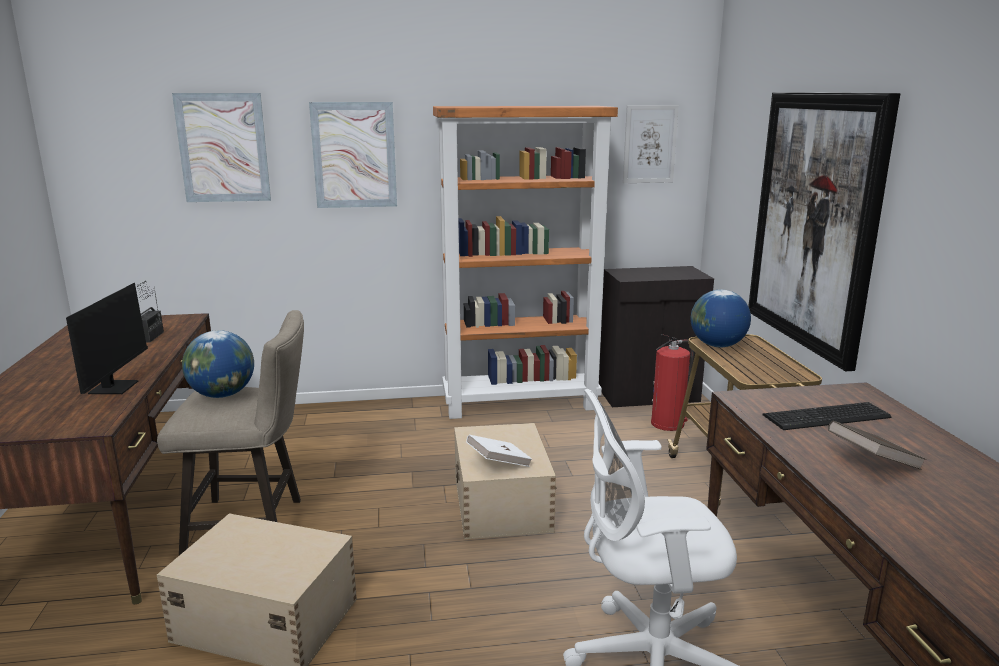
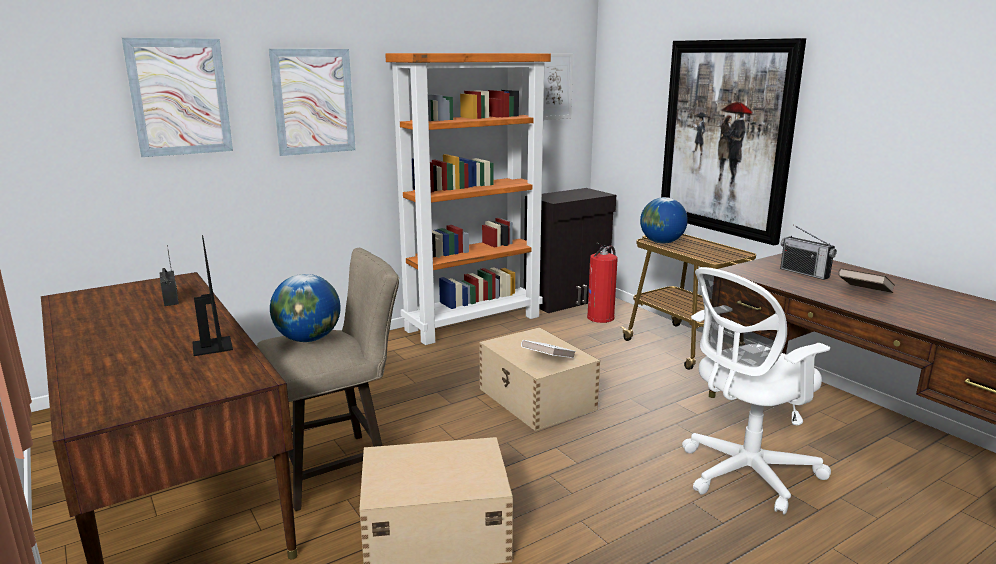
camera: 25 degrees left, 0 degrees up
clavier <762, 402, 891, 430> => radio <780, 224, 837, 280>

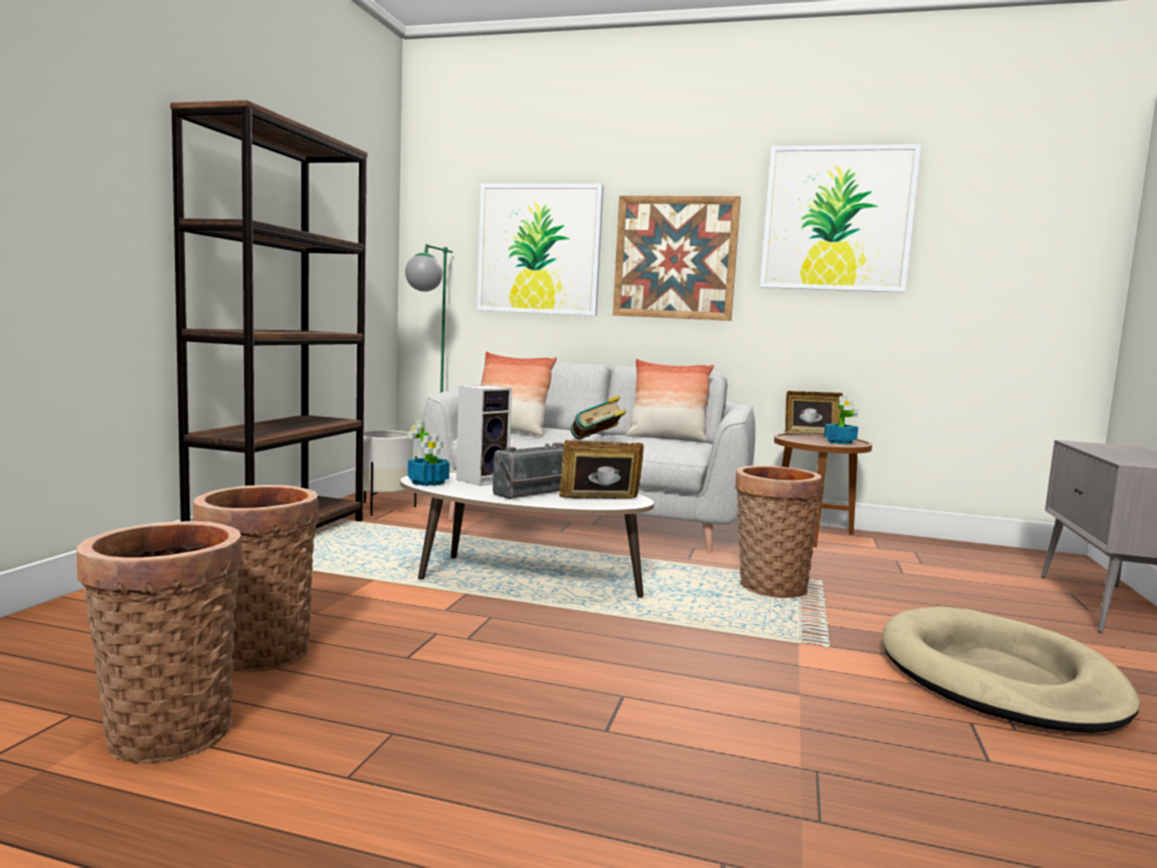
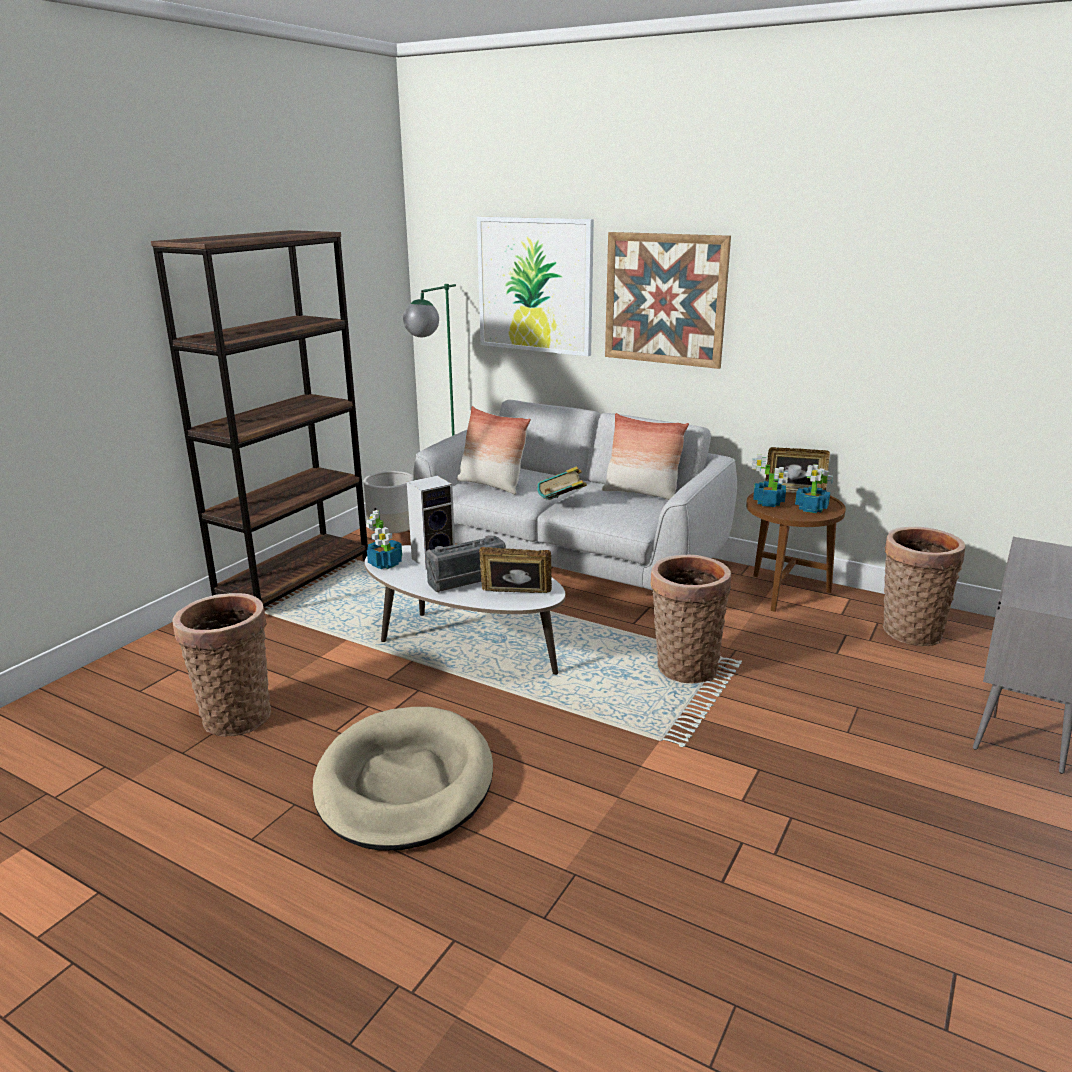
camera: 15 degrees right, 15 degrees up
tableau <760, 144, 921, 292> => nothing
panier <77, 521, 243, 763> => panier <883, 527, 966, 646>, shifted
panier pour chien (beige) <882, 606, 1140, 733> => panier pour chien (beige) <313, 707, 493, 850>, shifted
nothing => plante en pot <752, 454, 788, 507>

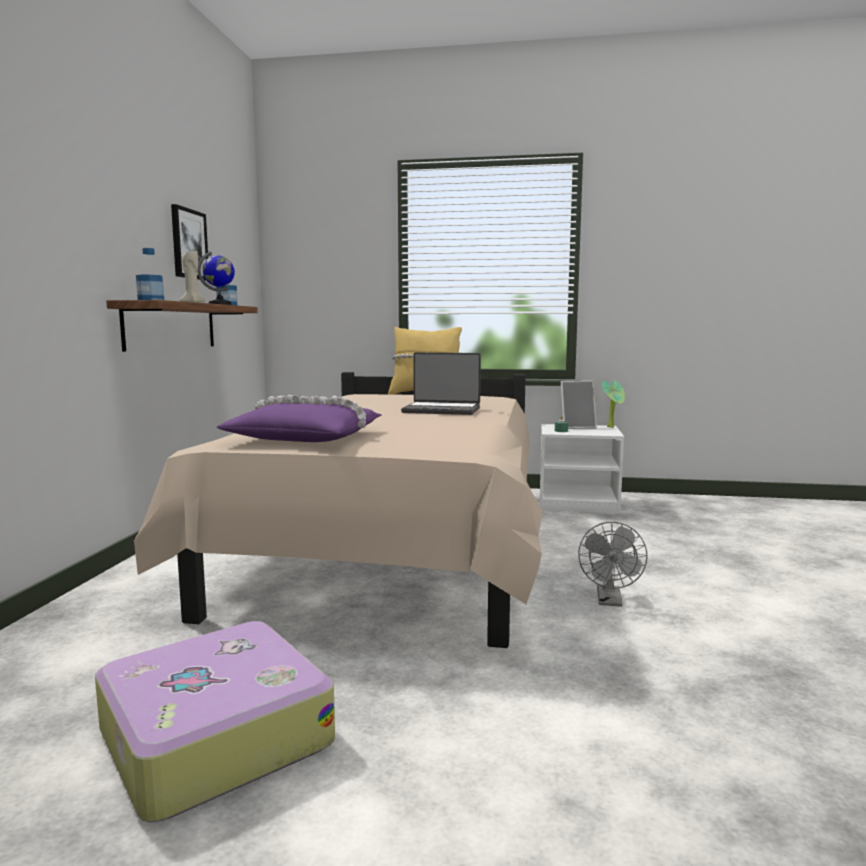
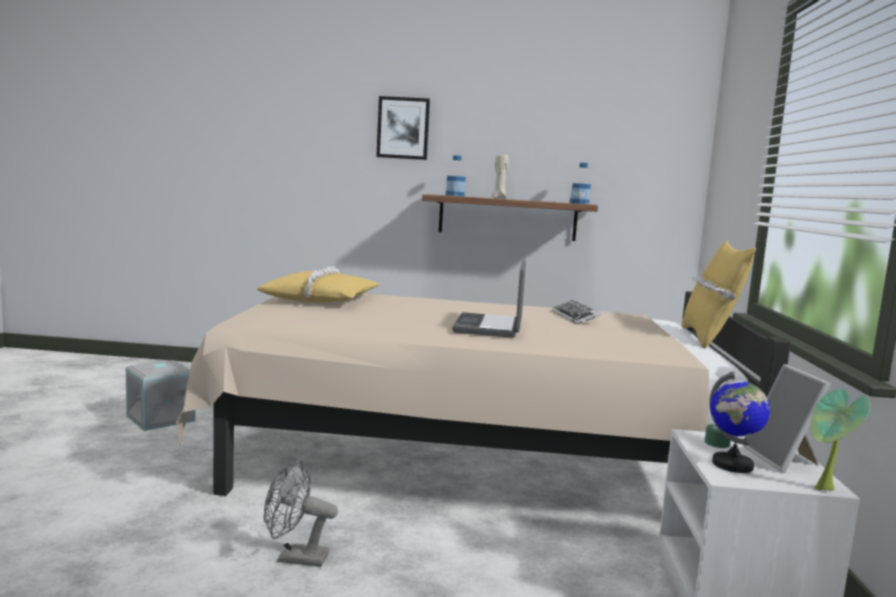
camera: 85 degrees right, 0 degrees up
tableau <171, 204, 208, 281> => tableau <376, 96, 430, 160>, shifted
globe <198, 251, 235, 305> => globe <709, 371, 770, 473>, shifted
coussin (violet) <217, 395, 381, 442> => coussin (jaune) <257, 266, 380, 303>
valise <95, 621, 335, 822> => boîte de rangement (gris) <126, 360, 196, 431>
nothing => clavier <552, 300, 601, 324>

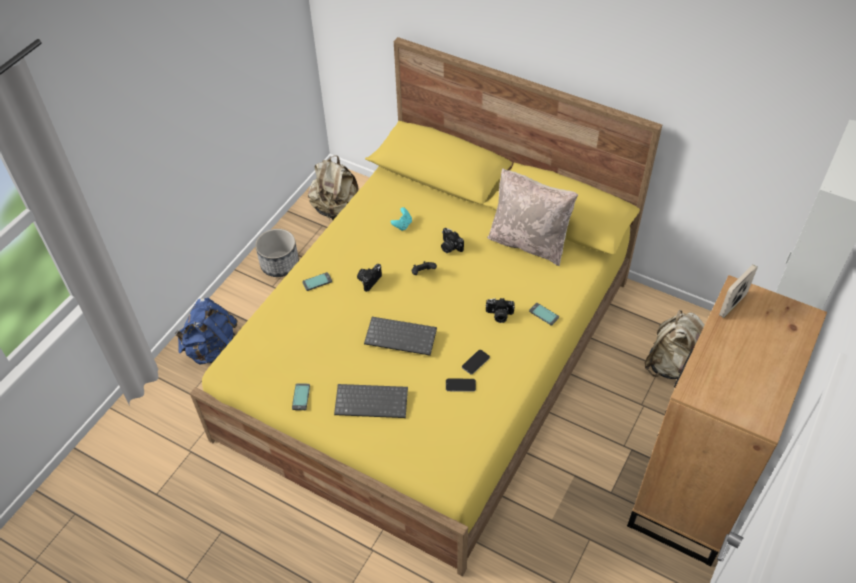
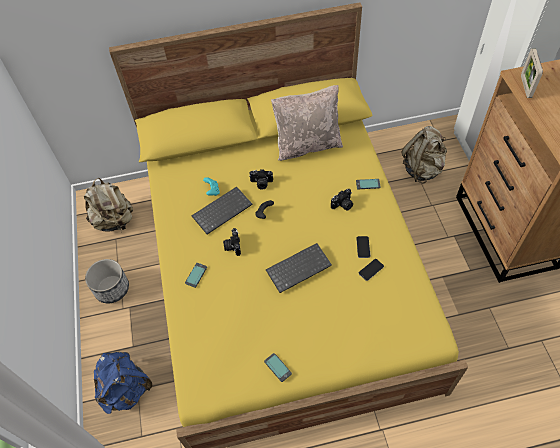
camera: 40 degrees left, 5 degrees up
clavier <334, 384, 408, 418> => clavier <192, 187, 252, 235>, shifted

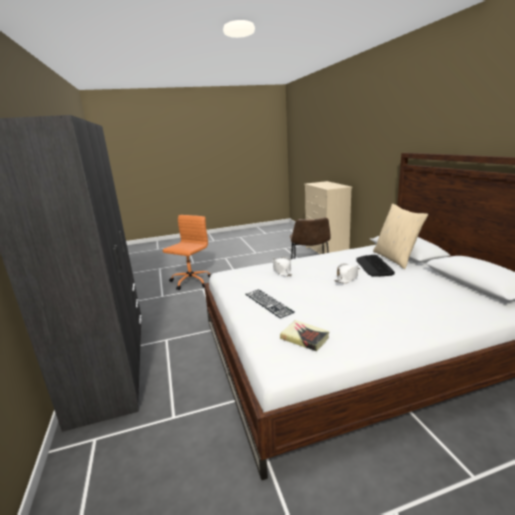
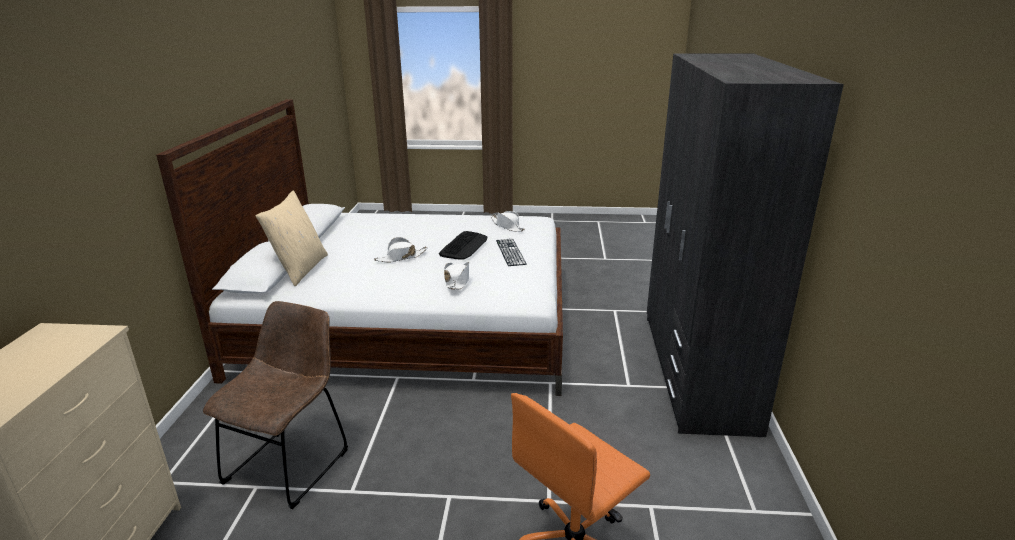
camera: 160 degrees left, 5 degrees up
clavier <357, 255, 395, 277> => clavier <439, 231, 488, 260>, shifted
livre <280, 320, 329, 351> => chapeau (blanc) <491, 211, 525, 232>

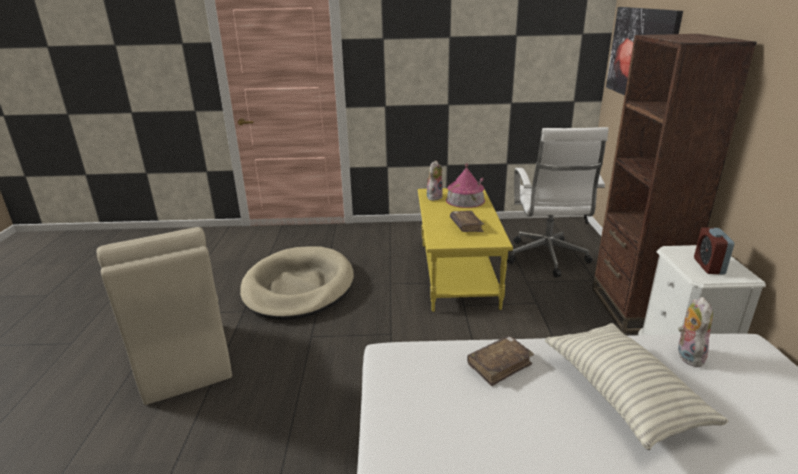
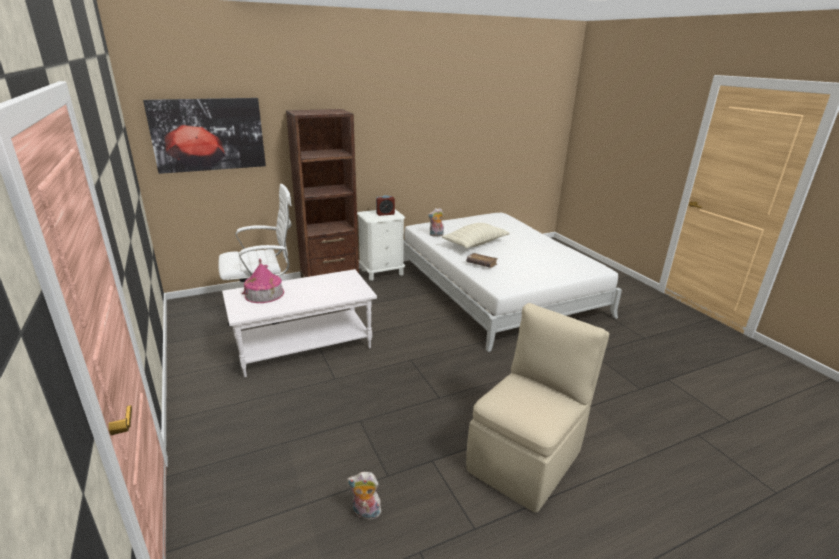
camera: 115 degrees left, 0 degrees up
peluche <426, 161, 443, 201> => peluche <347, 472, 383, 520>, shifted
table basse (jaune) <418, 188, 513, 312> => table basse (blanc) <222, 269, 377, 377>
livre (marron) <450, 211, 484, 232> => nothing
panier pour chien (beige) <240, 246, 354, 320> => nothing

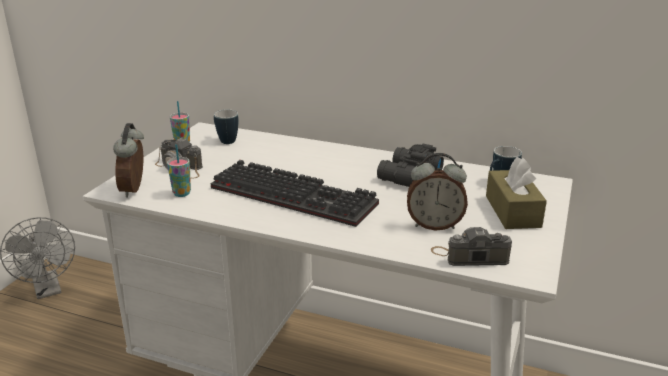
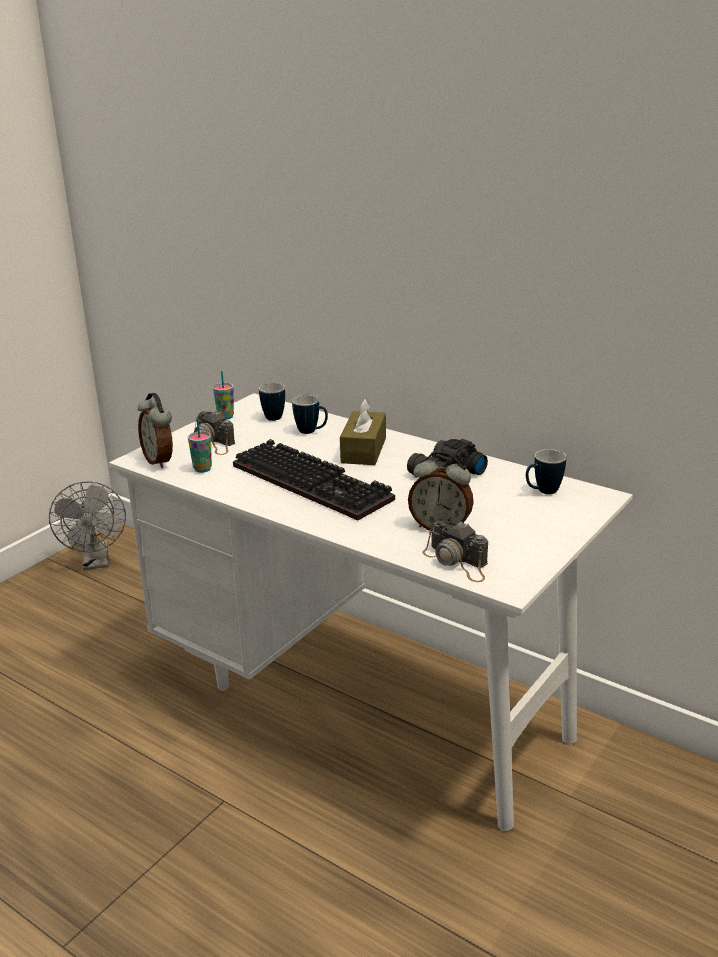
camera: 15 degrees right, 0 degrees up
réveil <113, 123, 144, 198> => réveil <138, 393, 173, 468>, 45 degrees counterclockwise
boîte à mouchoirs (marron) <486, 157, 547, 229> => boîte à mouchoirs (marron) <340, 398, 386, 465>, shifted
appareil photo <431, 227, 512, 266> => appareil photo <422, 521, 488, 582>, 150 degrees counterclockwise
nothing => mug <292, 395, 328, 434>

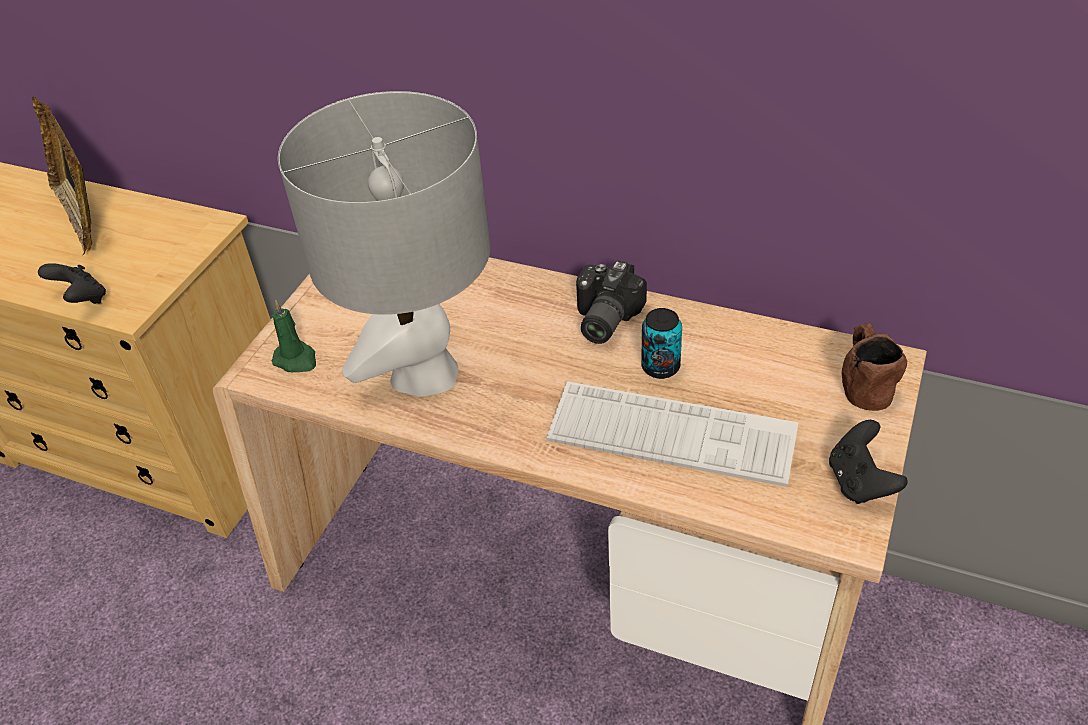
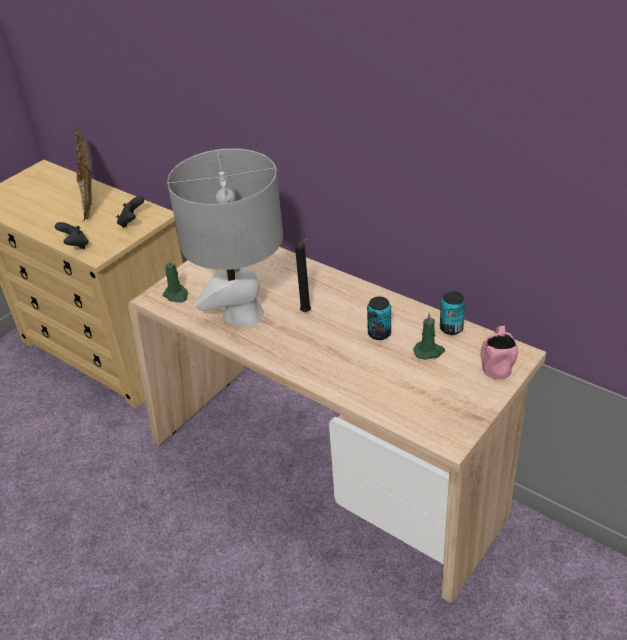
camera: 15 degrees right, 5 degrees down
appareil photo <576, 260, 647, 344> => nothing
mug (marron) <842, 322, 907, 411> => mug (rose) <481, 326, 518, 380>
clavier <546, 381, 799, 487> => nothing
manette (noir) <829, 420, 908, 504> => manette (noir) <116, 196, 144, 228>, shifted
nothing => bougie (noir) <295, 239, 311, 312>
nothing => boîte métallique <440, 291, 465, 335>
nothing => bougie (vert) <413, 312, 445, 360>

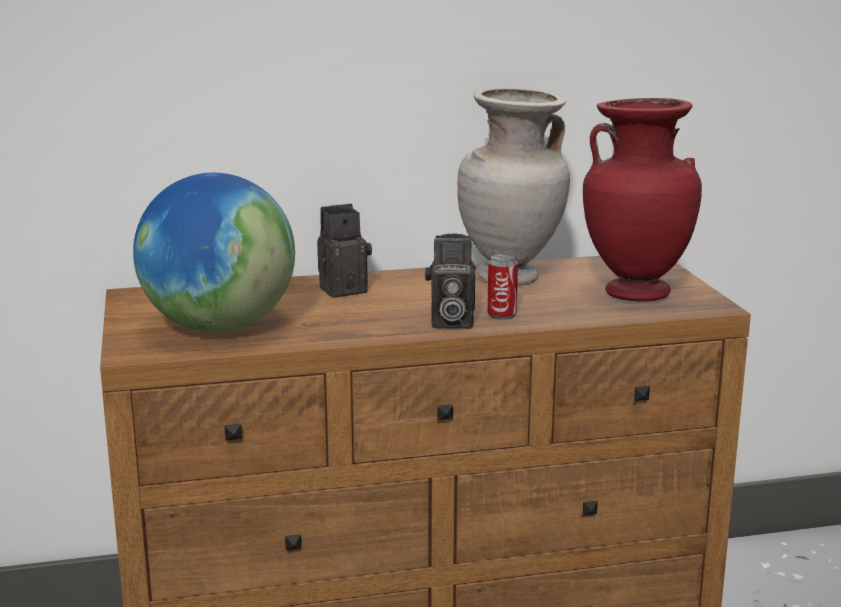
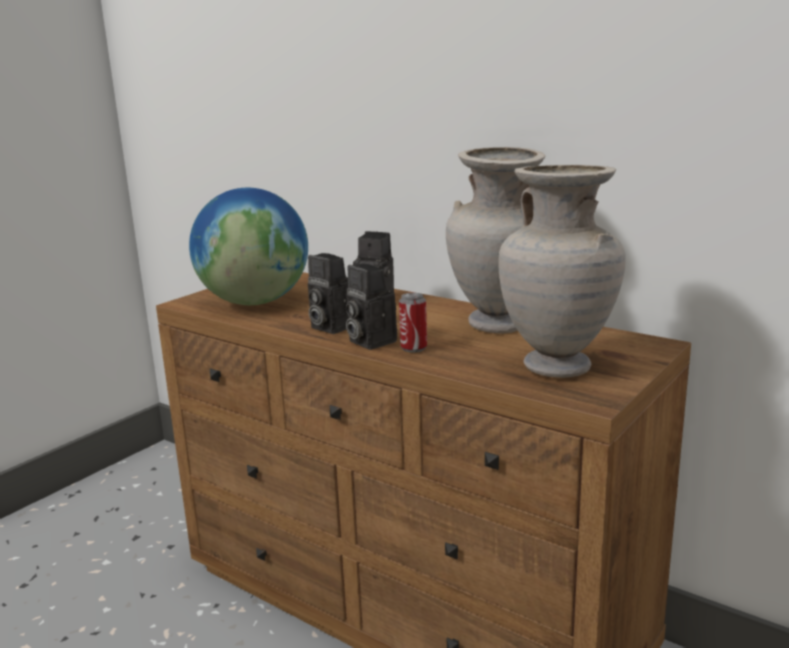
camera: 50 degrees right, 0 degrees up
vase (rouge) <583, 98, 702, 302> => vase (beige) <498, 165, 626, 378>
nothing => appareil photo <308, 253, 348, 334>

